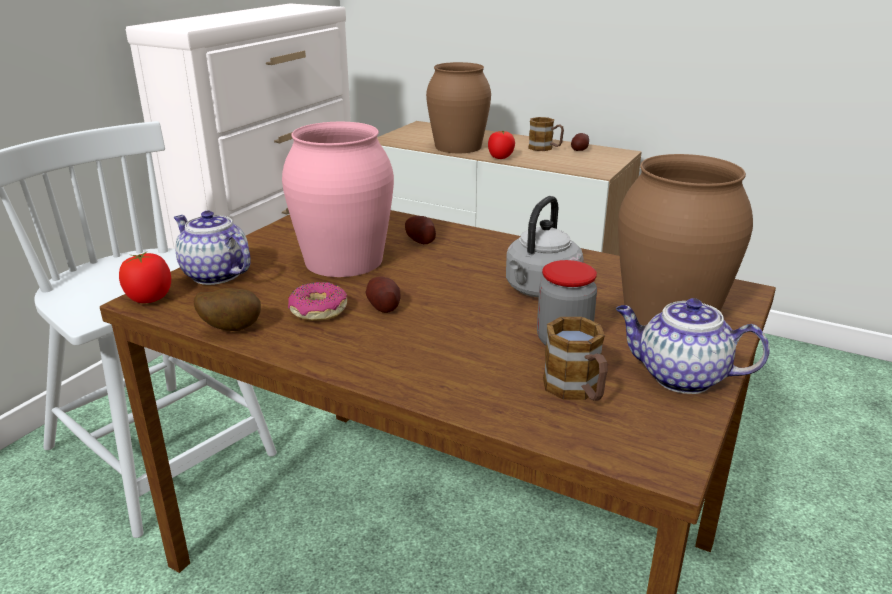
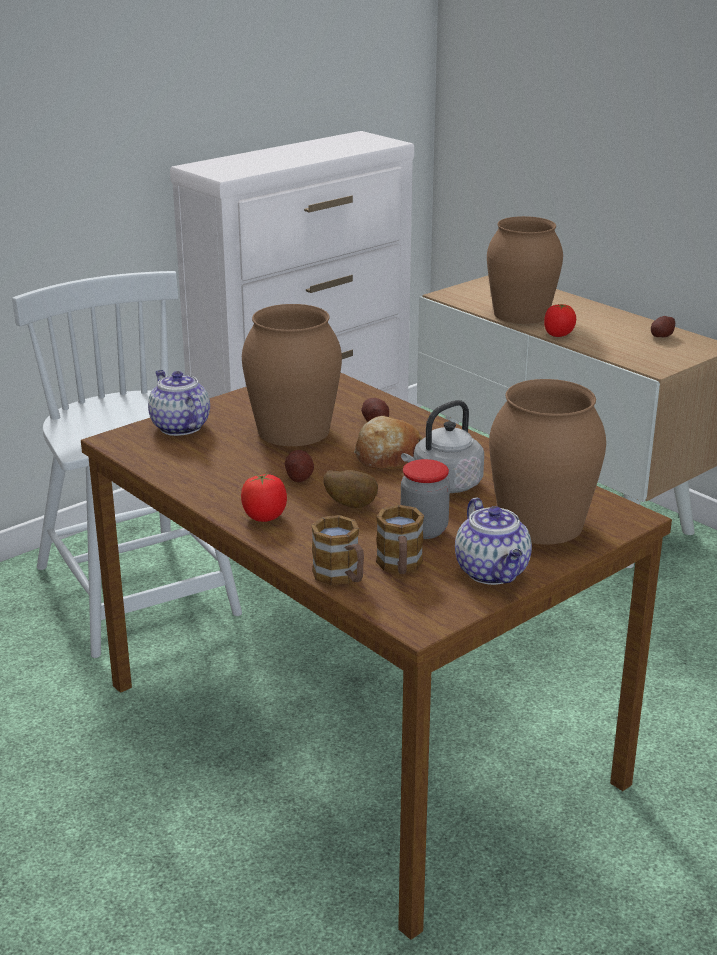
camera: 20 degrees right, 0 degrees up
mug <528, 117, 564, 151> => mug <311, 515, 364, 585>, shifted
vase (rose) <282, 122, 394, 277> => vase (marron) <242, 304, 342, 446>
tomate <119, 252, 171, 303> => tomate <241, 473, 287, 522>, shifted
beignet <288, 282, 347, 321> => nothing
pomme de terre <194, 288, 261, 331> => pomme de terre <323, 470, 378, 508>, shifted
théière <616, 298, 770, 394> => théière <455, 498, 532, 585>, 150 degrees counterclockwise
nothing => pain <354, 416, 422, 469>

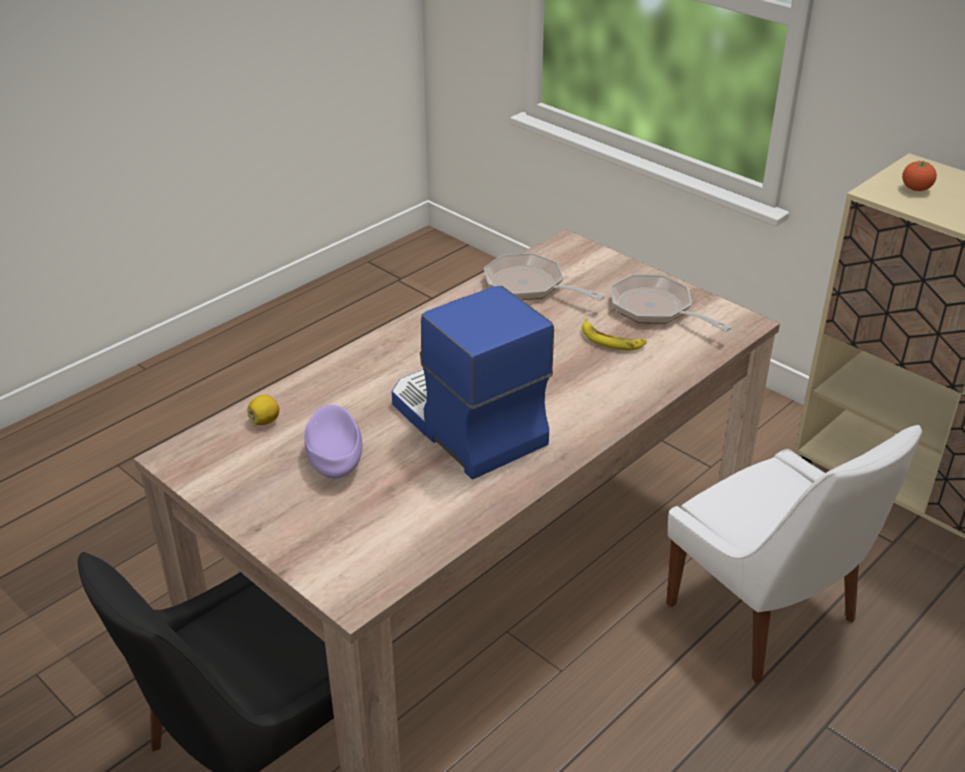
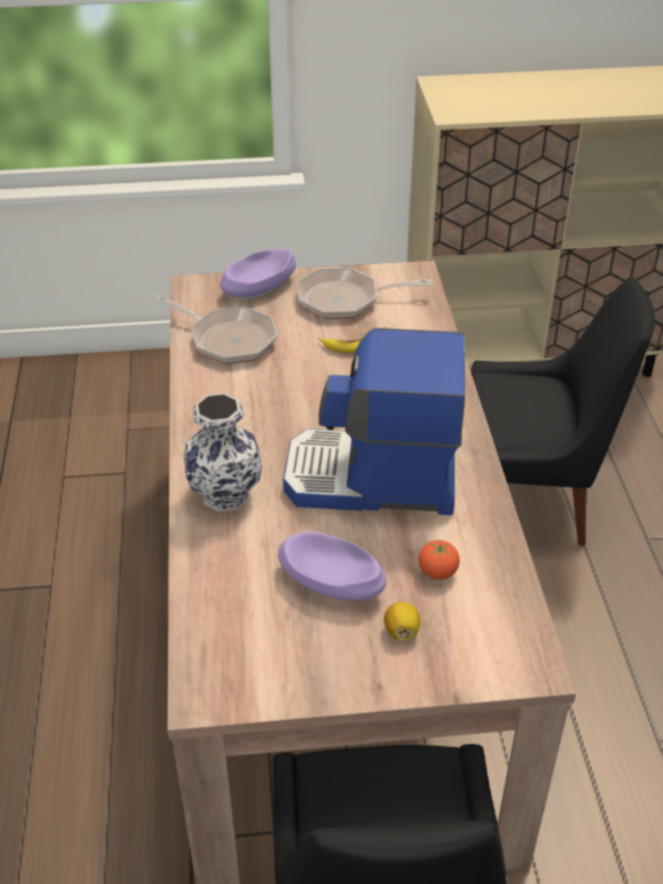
camera: 50 degrees left, 5 degrees up
tomate <902, 161, 937, 191> => tomate <418, 540, 460, 580>, shifted
poêle <484, 253, 605, 301> => poêle <152, 294, 278, 364>, 135 degrees counterclockwise
citron <247, 395, 279, 425> => citron <384, 602, 421, 641>, shifted
chaise (blanc) <666, 425, 922, 683> => chaise (noir) <471, 277, 655, 546>
nothing => bol (violet) <220, 249, 296, 299>
nothing => vase <183, 393, 262, 512>

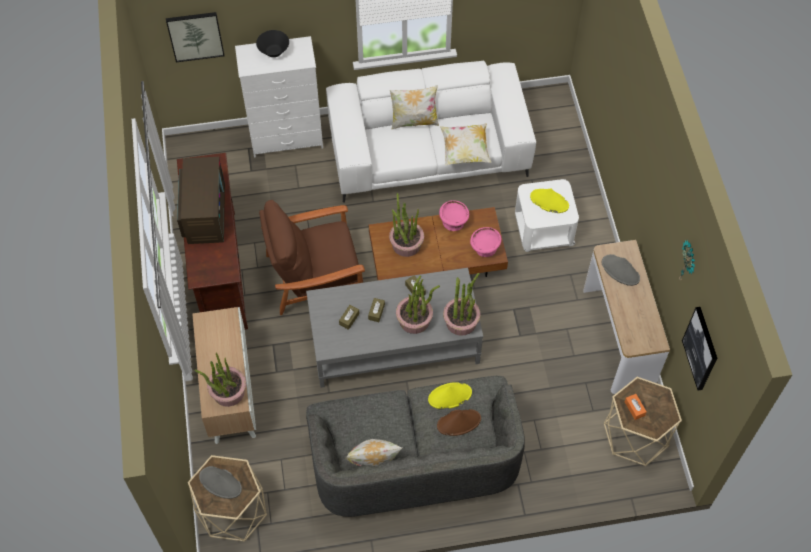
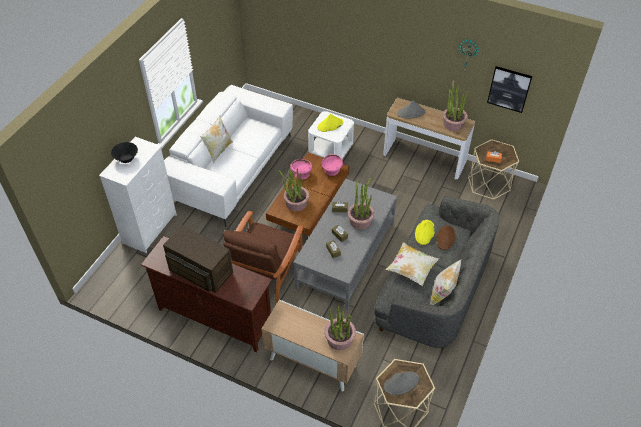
camera: 55 degrees left, 10 degrees down
tableau <166, 12, 224, 62> => nothing
coussin <440, 123, 492, 165> => coussin <385, 242, 439, 286>, shifted
plante en pot <443, 273, 480, 336> => plante en pot <443, 80, 468, 131>, shifted

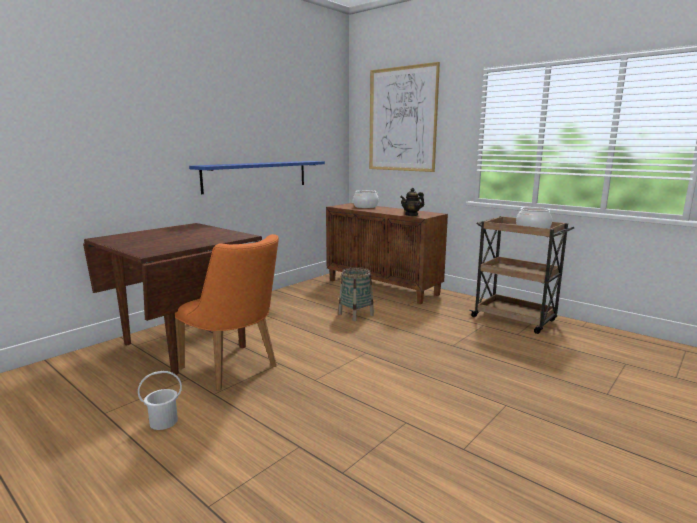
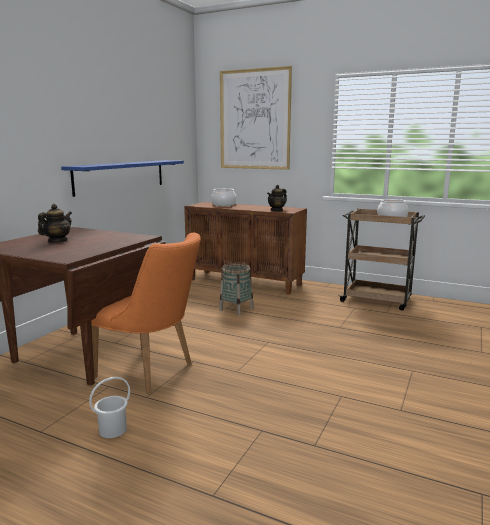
camera: 15 degrees left, 0 degrees up
nothing => théière <38, 204, 72, 243>

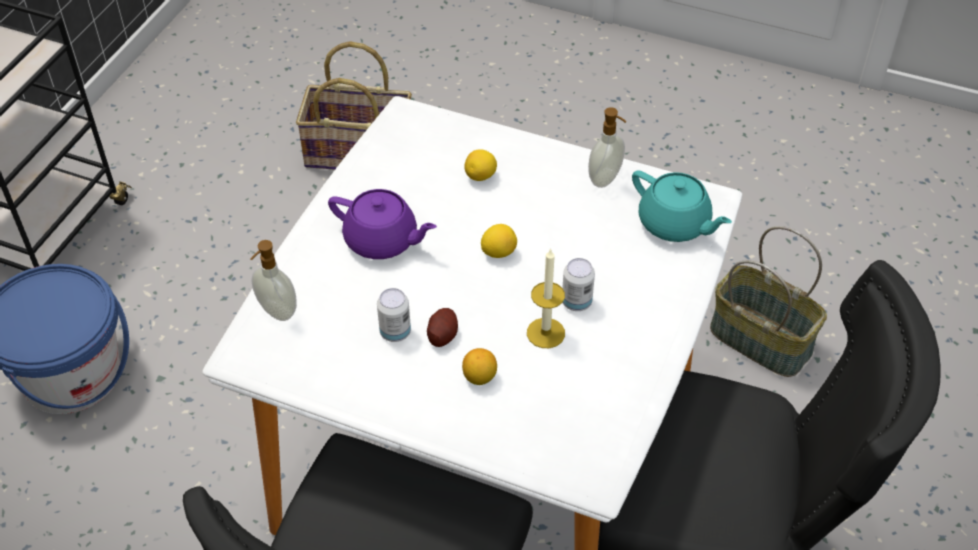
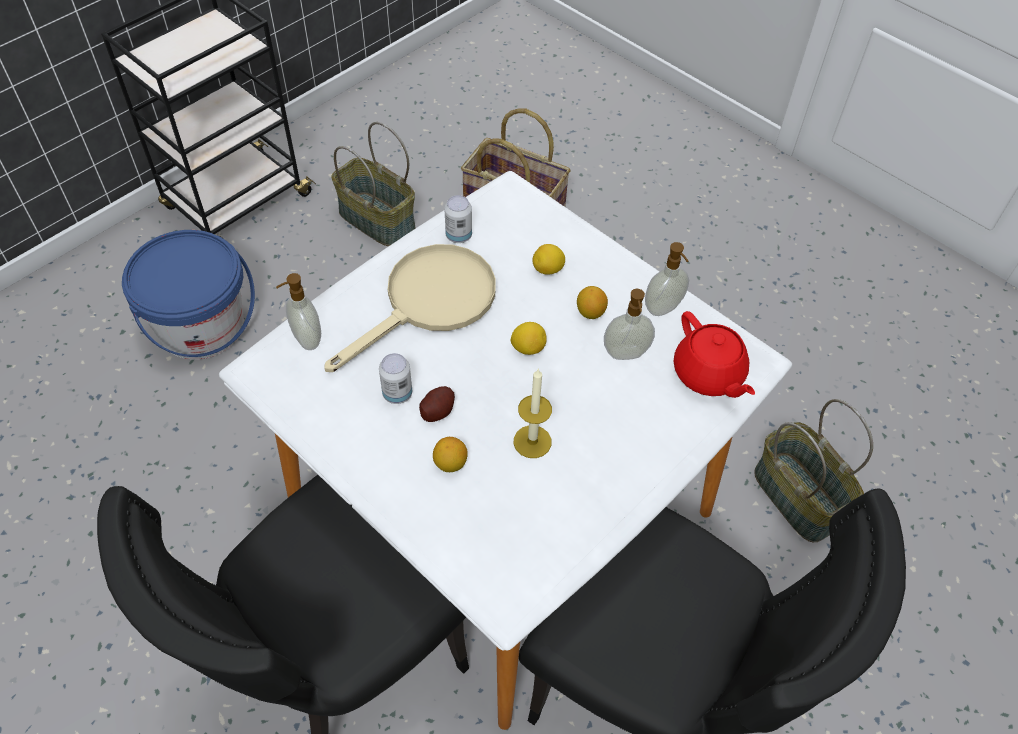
camera: 20 degrees right, 5 degrees up
théière (turquoise) <632, 170, 732, 242> => théière (rouge) <674, 311, 755, 398>
théière (violet) <328, 189, 437, 259> => poêle (beige) <324, 244, 496, 372>
boîte métallique <563, 258, 595, 311> => boîte métallique <444, 195, 472, 243>, shifted
nothing => panier <331, 122, 416, 246>
nothing => citron <577, 286, 608, 319>
nothing => distributeur de savon <604, 289, 655, 360>

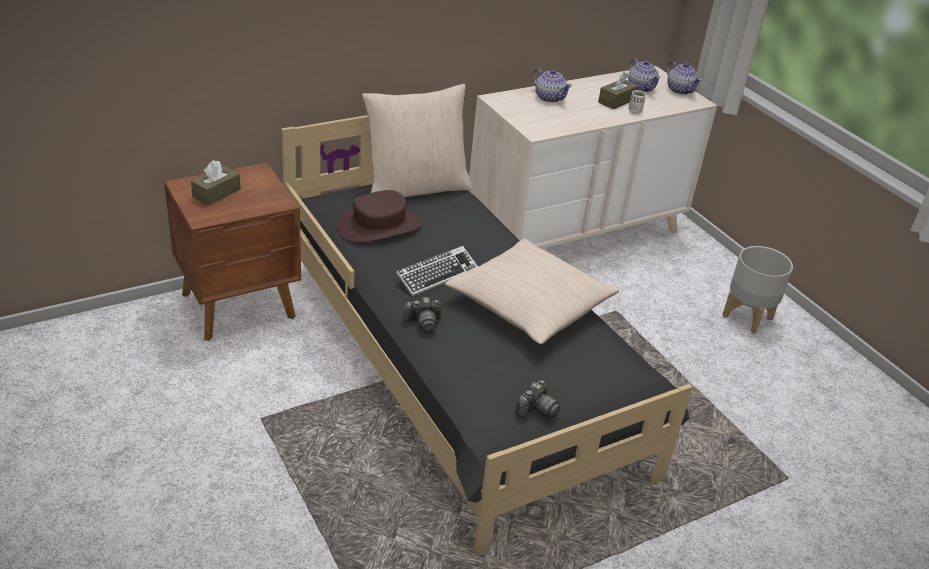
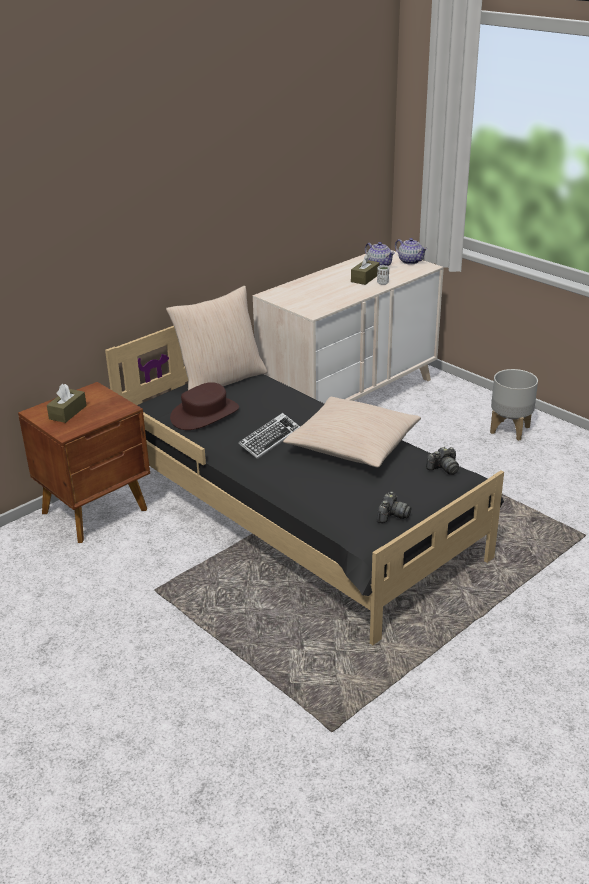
camera: 10 degrees left, 5 degrees down
théière <532, 68, 572, 103> => nothing
appareil photo <403, 297, 442, 333> => appareil photo <426, 447, 459, 475>, shifted

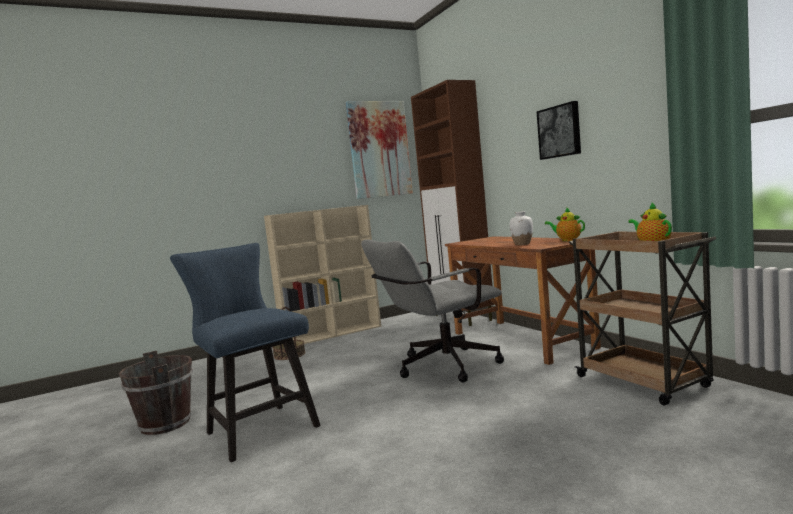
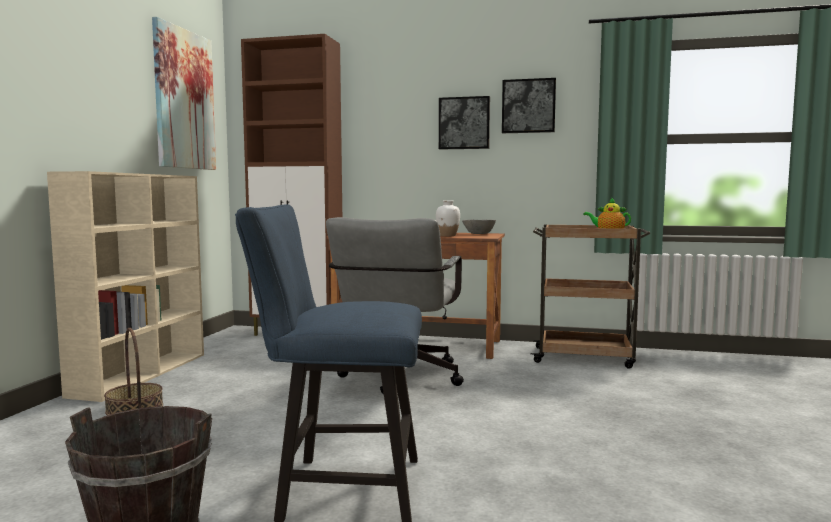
camera: 50 degrees left, 0 degrees up
théière <545, 207, 585, 241> => bol (gris) <462, 220, 496, 234>
nothing => tableau <502, 78, 556, 133>

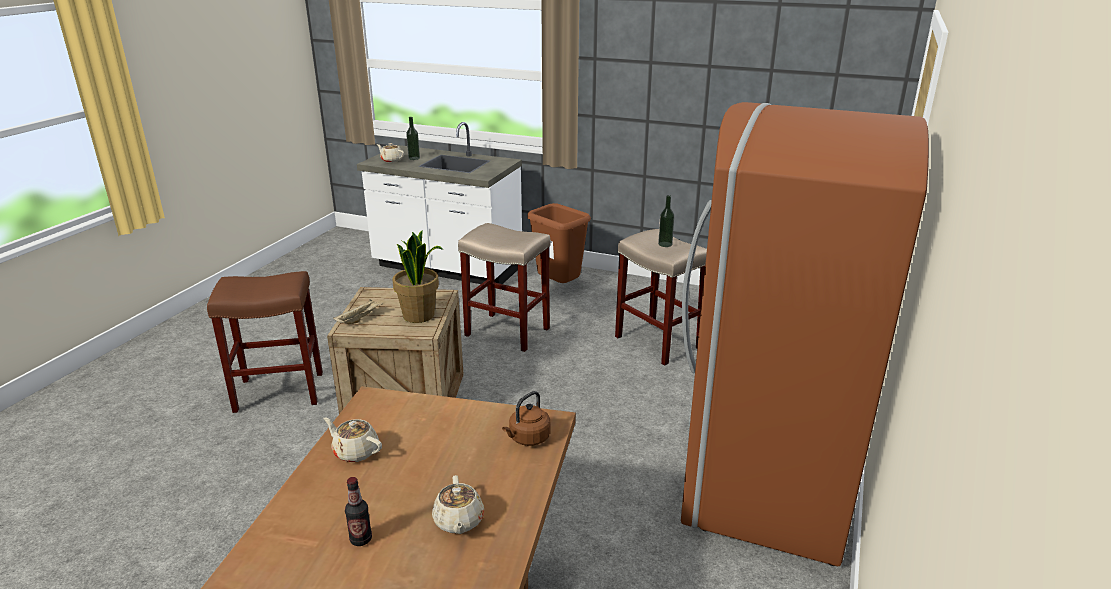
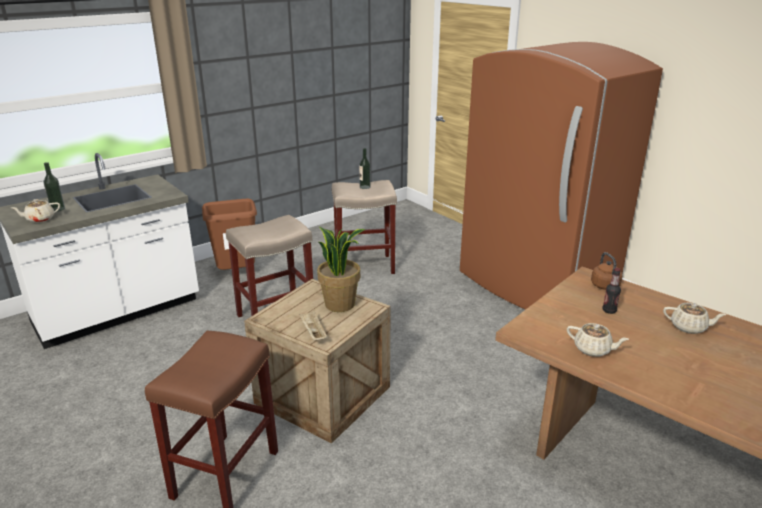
camera: 60 degrees left, 0 degrees up
théière (beige) <324, 417, 382, 462> => théière (beige) <567, 323, 629, 357>, 120 degrees counterclockwise
bouteille <345, 477, 372, 546> => bouteille <603, 268, 621, 314>, shifted

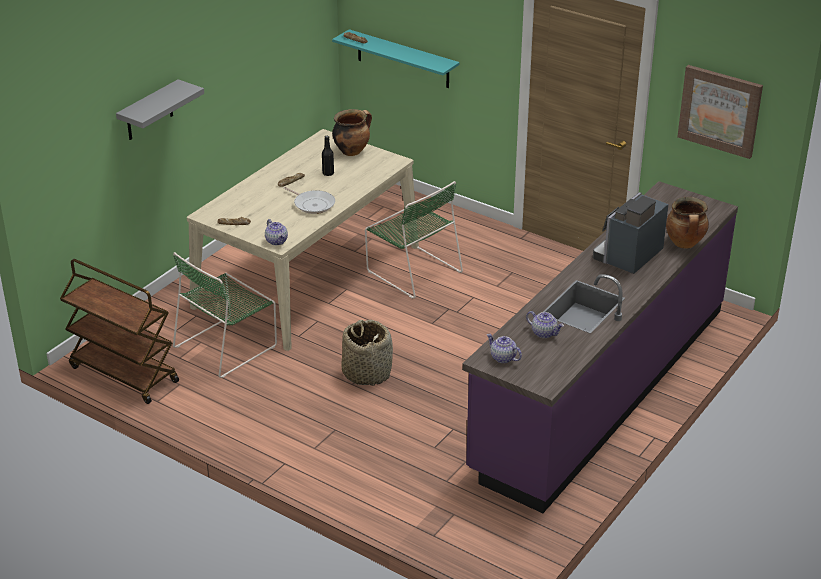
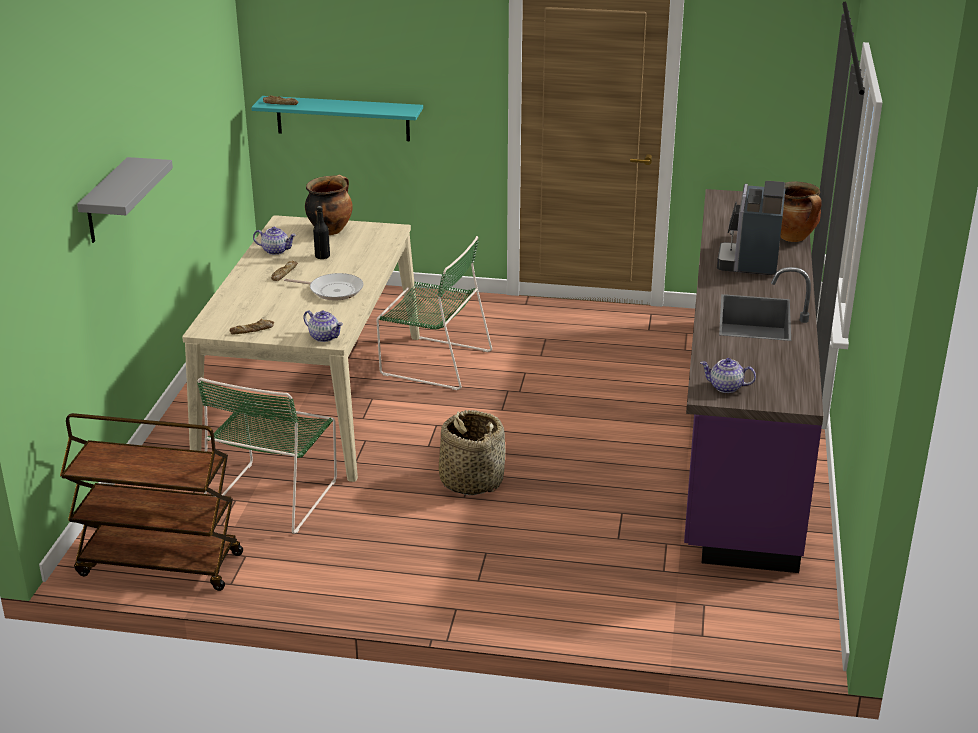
camera: 25 degrees left, 5 degrees down
tableau <677, 65, 763, 159> => nothing
théière <526, 311, 564, 338> => théière <253, 227, 296, 255>, shifted

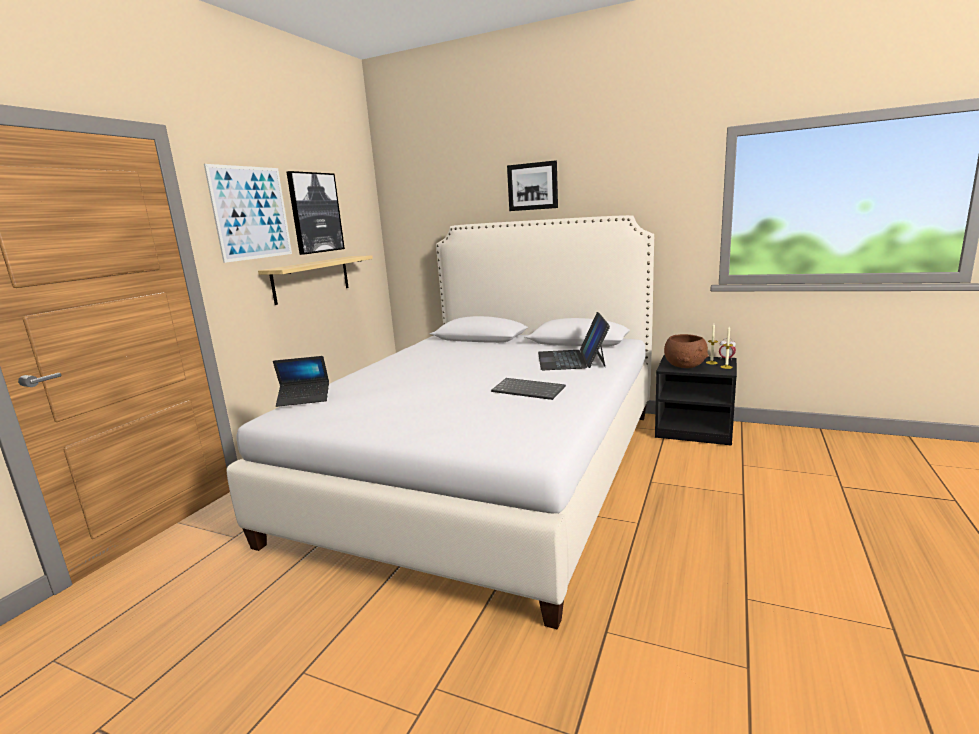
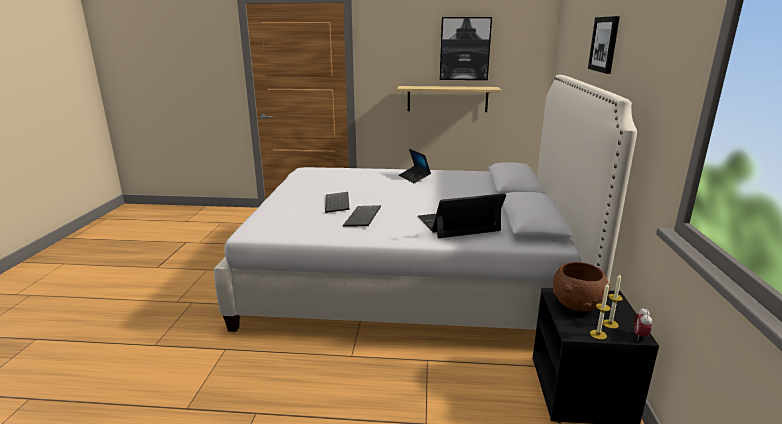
camera: 70 degrees right, 5 degrees up
tableau <204, 164, 292, 263> => nothing
ordinateur portable <273, 356, 329, 407> => ordinateur portable <399, 149, 431, 183>, shifted
nothing => clavier <325, 192, 350, 213>

